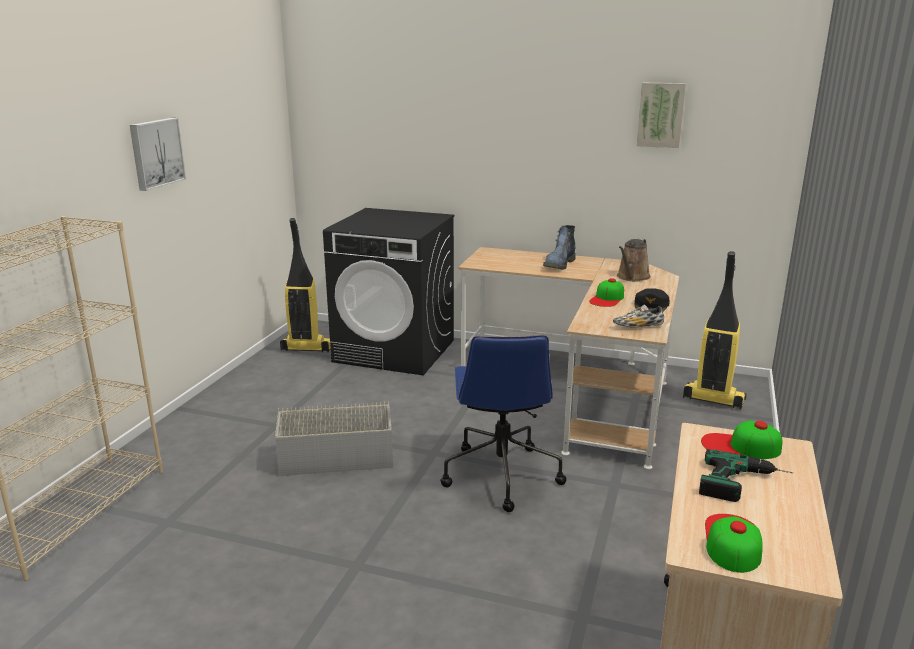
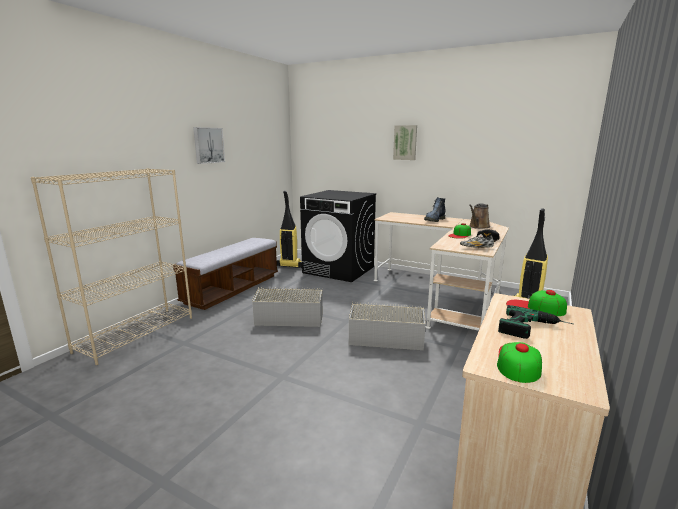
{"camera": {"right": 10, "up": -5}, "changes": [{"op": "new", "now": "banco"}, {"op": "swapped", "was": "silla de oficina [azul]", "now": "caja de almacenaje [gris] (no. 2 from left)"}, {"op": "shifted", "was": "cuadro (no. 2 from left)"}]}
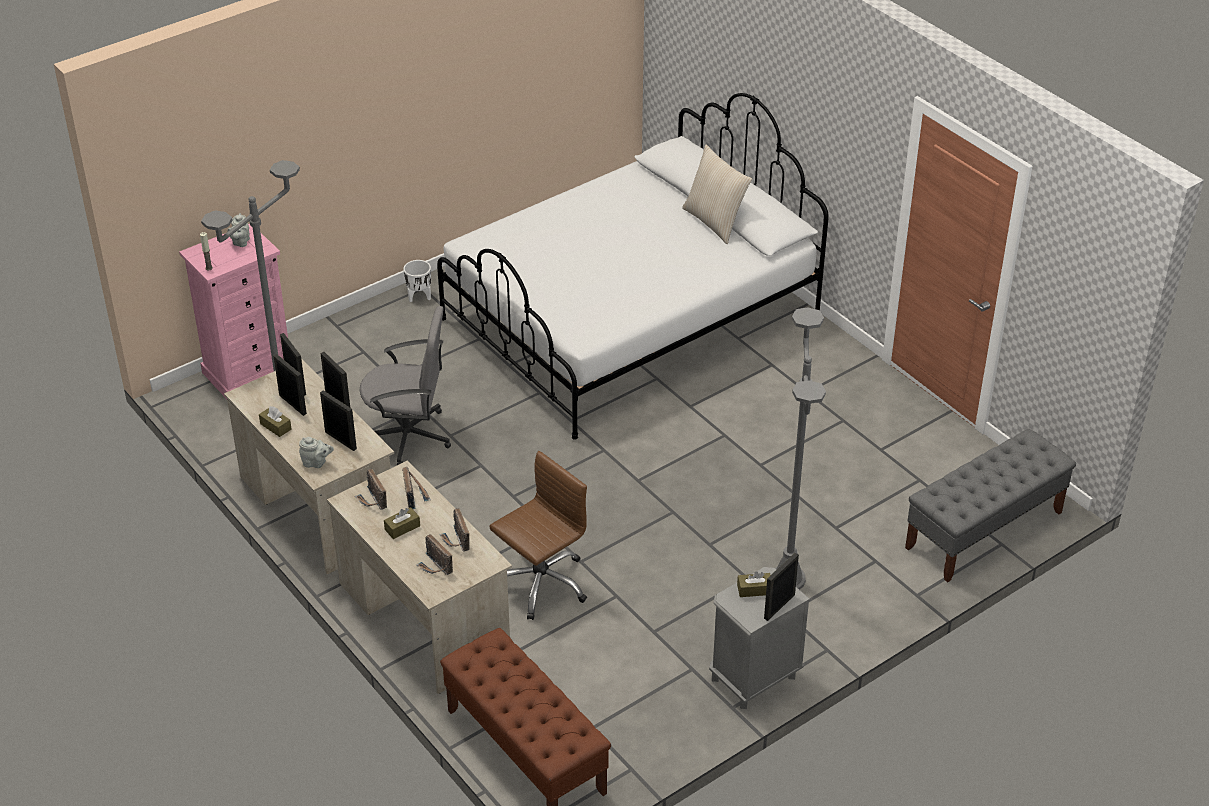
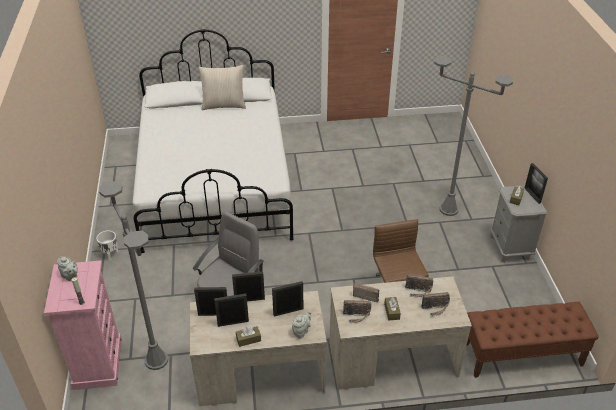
{"camera": {"right": -60, "up": 0}, "changes": [{"op": "gone", "was": "banco [gris]"}]}
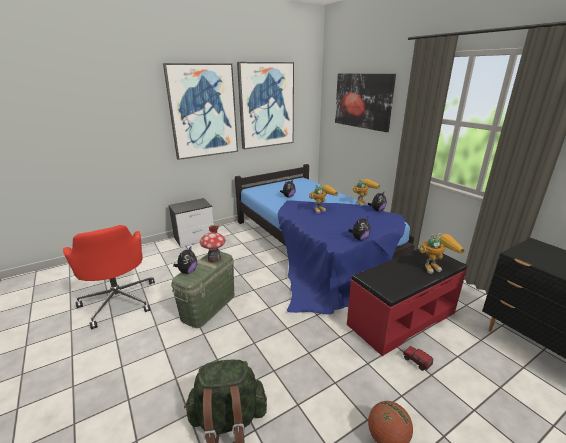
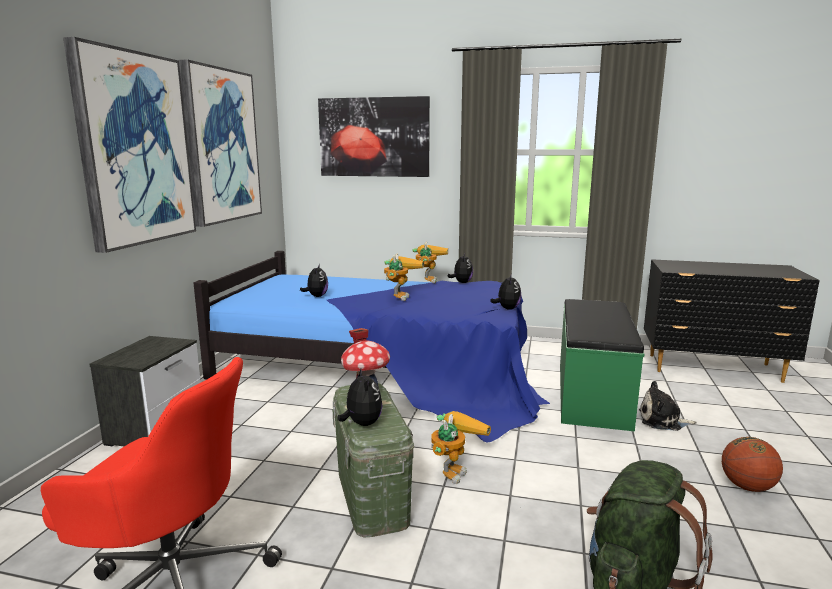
{"camera": {"right": -45, "up": -10}, "changes": [{"op": "shifted", "was": "robot de juguete (no. 3 from left)"}, {"op": "repainted", "was": "banco [rojo]", "now": "banco [verde]"}, {"op": "swapped", "was": "camión de juguete", "now": "peluche (no. 5 from left)"}]}
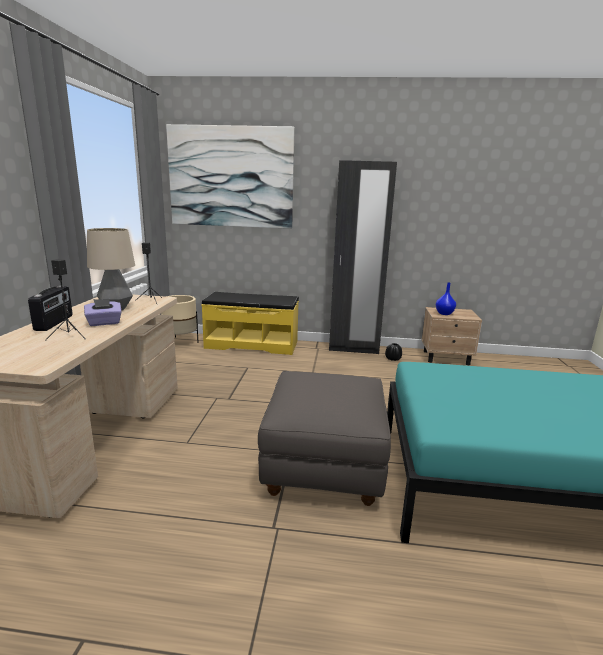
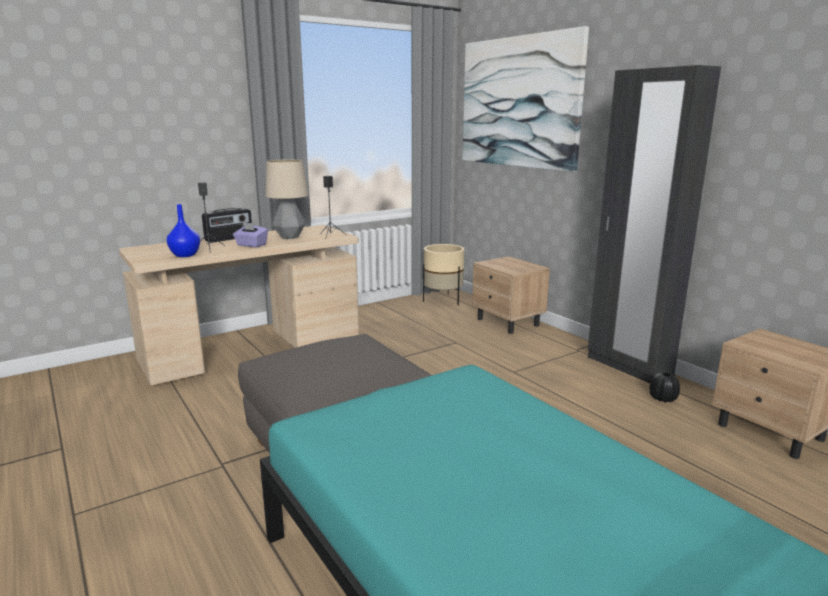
{"camera": {"right": 50, "up": 0}, "changes": [{"op": "shifted", "was": "florero [azul]"}, {"op": "swapped", "was": "banco [amarillo]", "now": "mesita de noche [beis] (no. 1 from left)"}]}
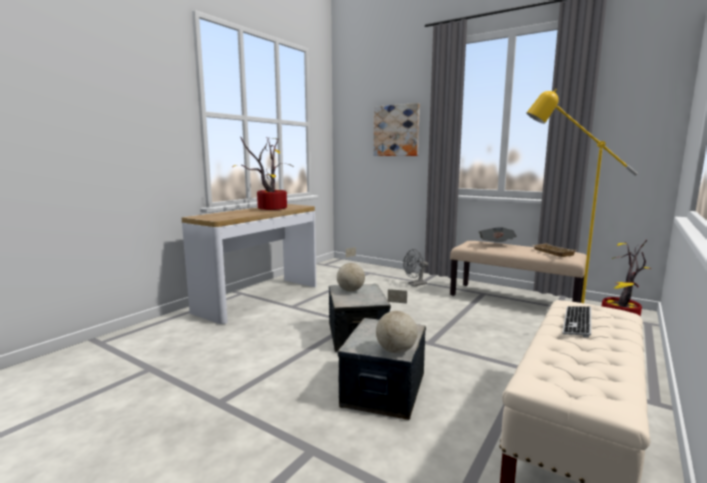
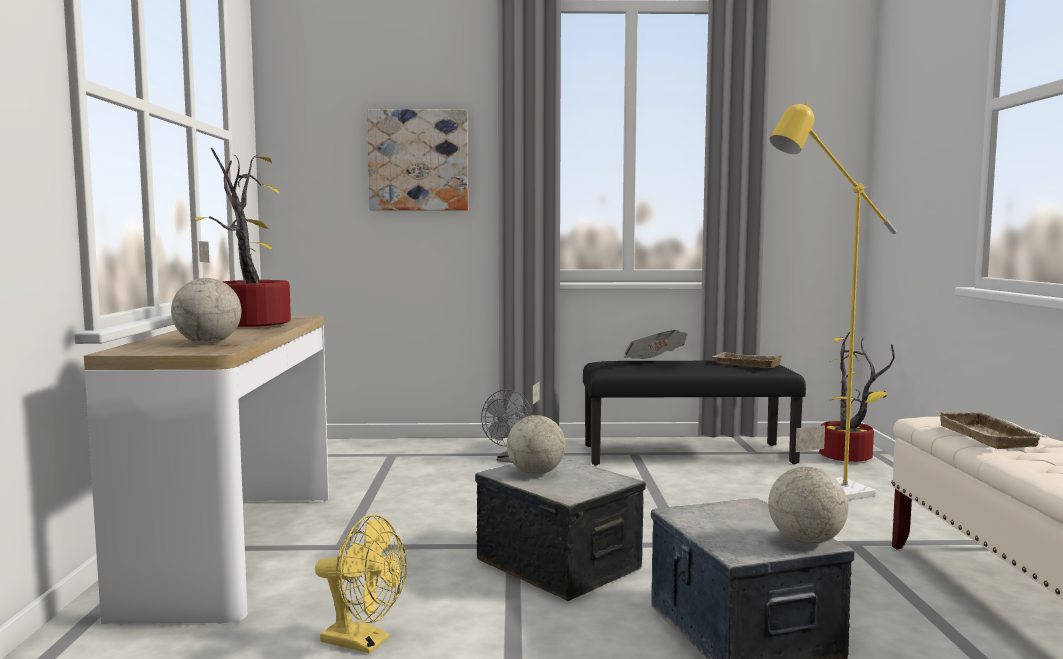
{"camera": {"right": -35, "up": -5}, "changes": [{"op": "new", "now": "globo terráqueo (no. 1 from left)"}, {"op": "new", "now": "ventilador [amarillo]"}, {"op": "repainted", "was": "banco [beis] (no. 1 from left)", "now": "banco [negro]"}, {"op": "swapped", "was": "teclado", "now": "bandeja [beis] (no. 2 from left)"}]}
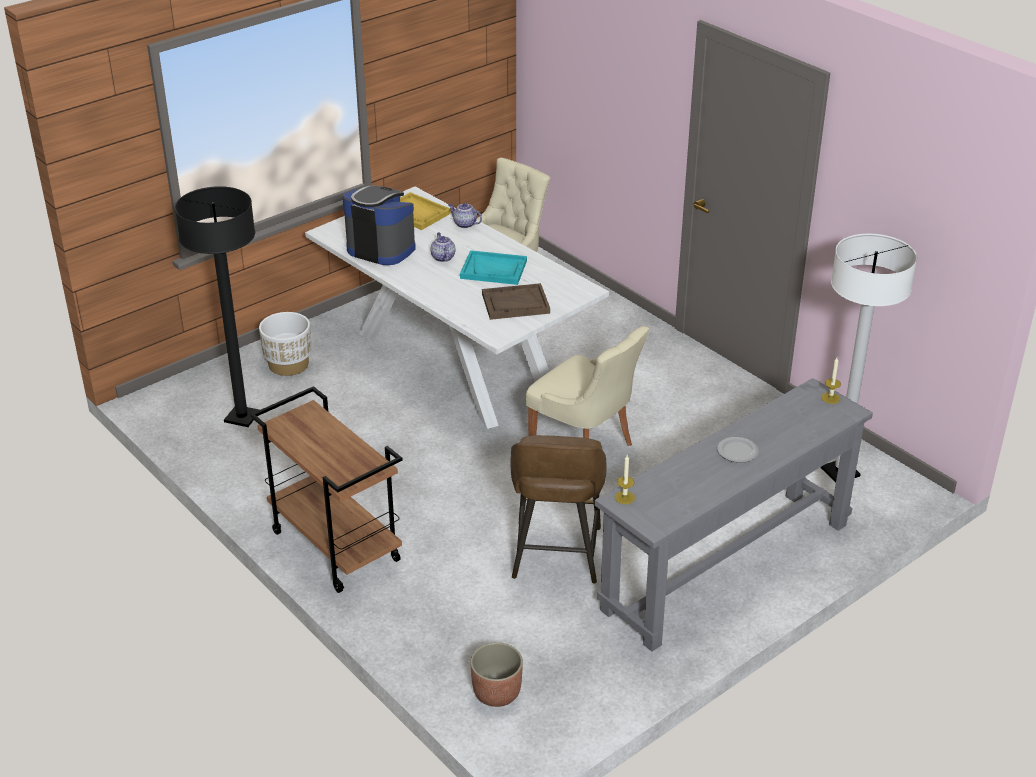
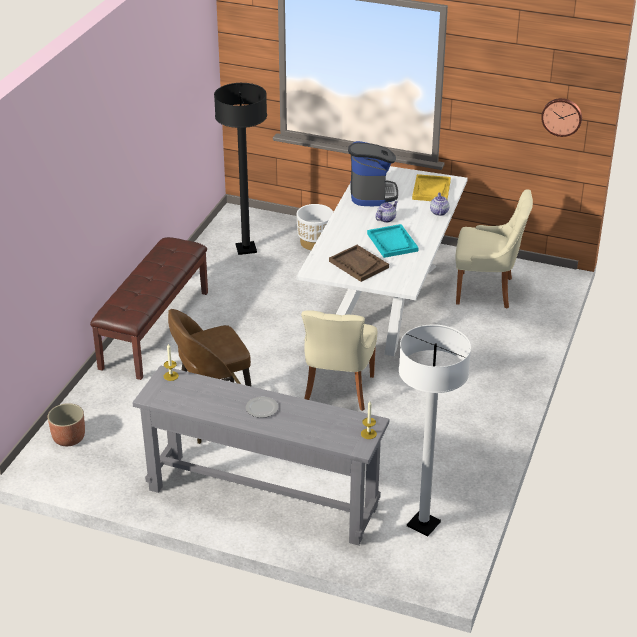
{"camera": {"right": 60, "up": 0}, "changes": [{"op": "swapped", "was": "carrito [marrón]", "now": "banco [marrón]"}, {"op": "new", "now": "reloj de pared"}]}
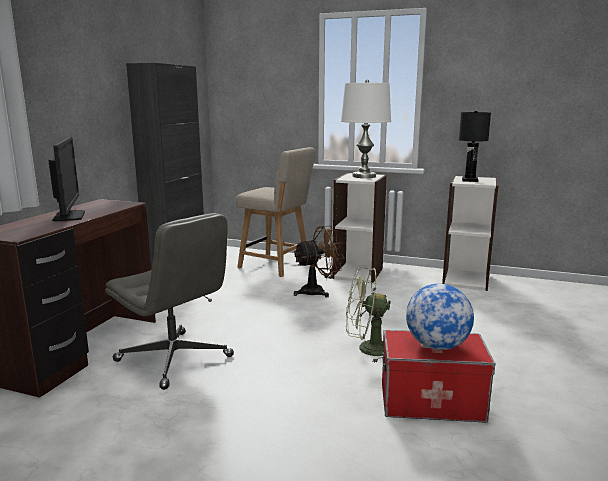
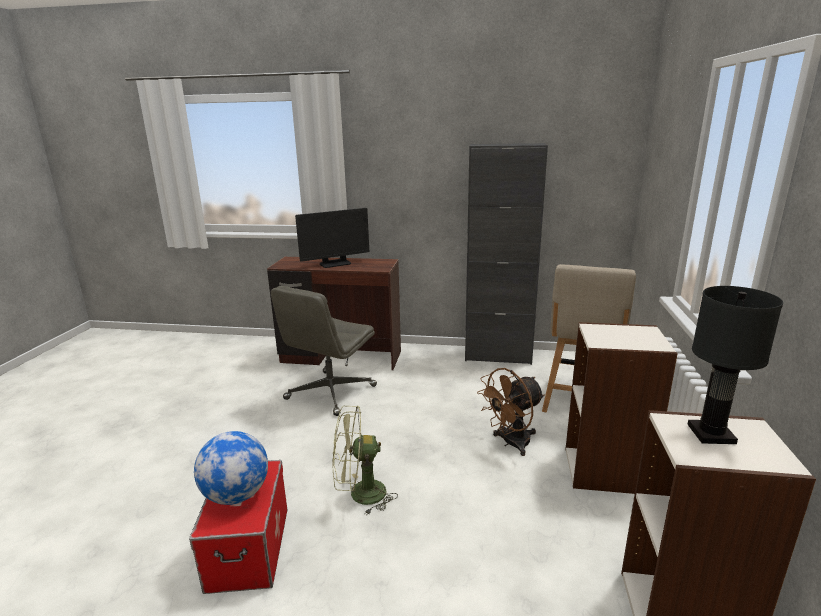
{"camera": {"right": 80, "up": 5}, "changes": [{"op": "rotated", "was": "ventilador [verde]", "clockwise": -90}, {"op": "rotated", "was": "ventilador [marrón]", "clockwise": 90}, {"op": "gone", "was": "lámpara de mesa [blanco]"}]}
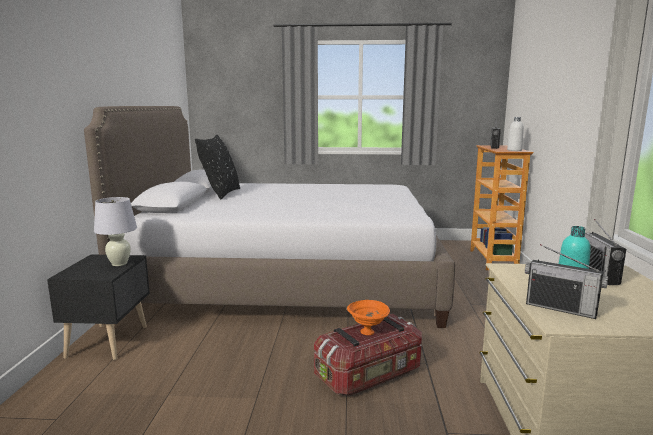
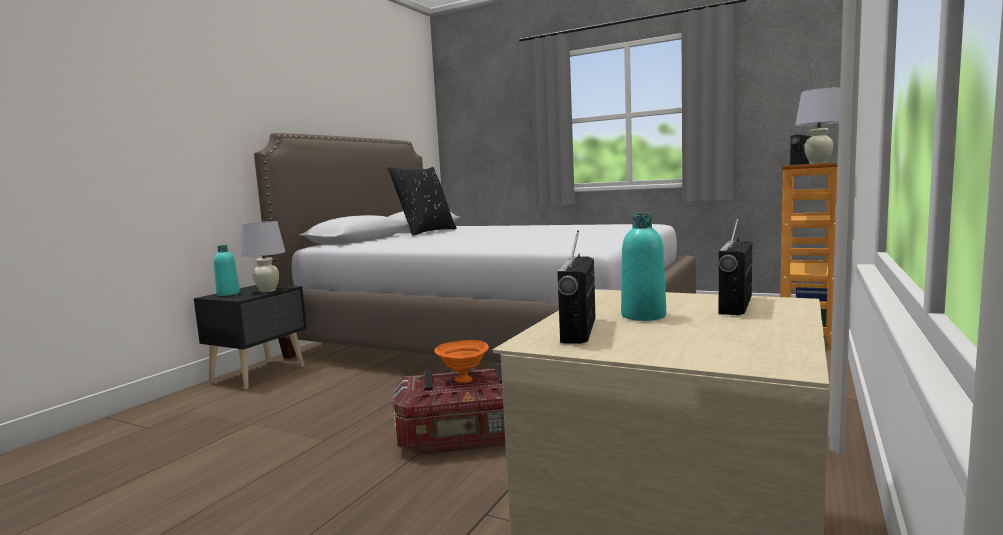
{"camera": {"right": 25, "up": -5}, "changes": [{"op": "new", "now": "botella [turquesa] (no. 1 from left)"}, {"op": "rotated", "was": "radio (no. 2 from left in the first image)", "clockwise": 45}, {"op": "swapped", "was": "botella [blanco]", "now": "lámpara de mesa [blanco] (no. 2 from left)"}]}
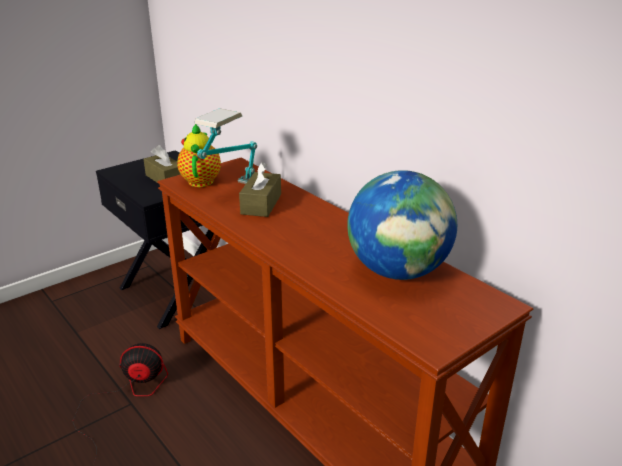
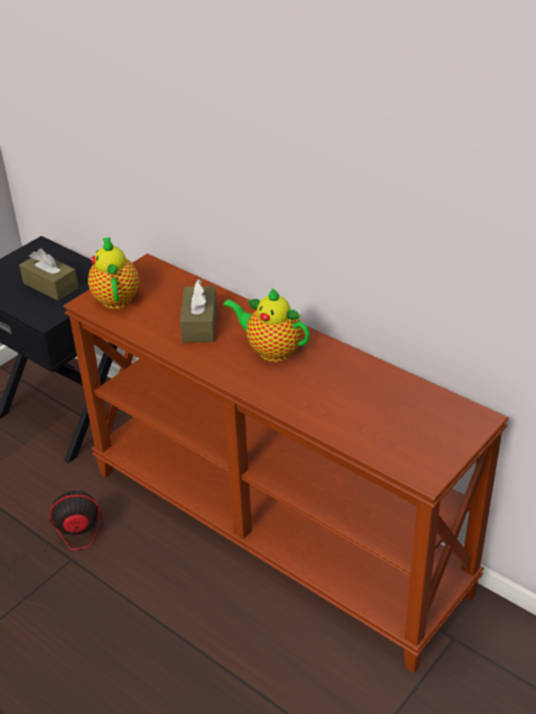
{"camera": {"right": -10, "up": 10}, "changes": [{"op": "new", "now": "tetera (no. 2 from left)"}, {"op": "gone", "was": "lámpara de mesa"}, {"op": "gone", "was": "globo terráqueo"}]}
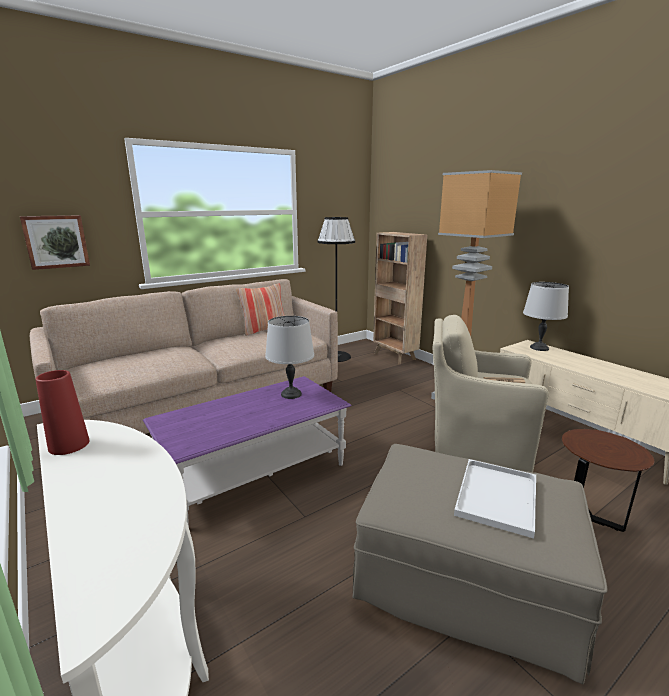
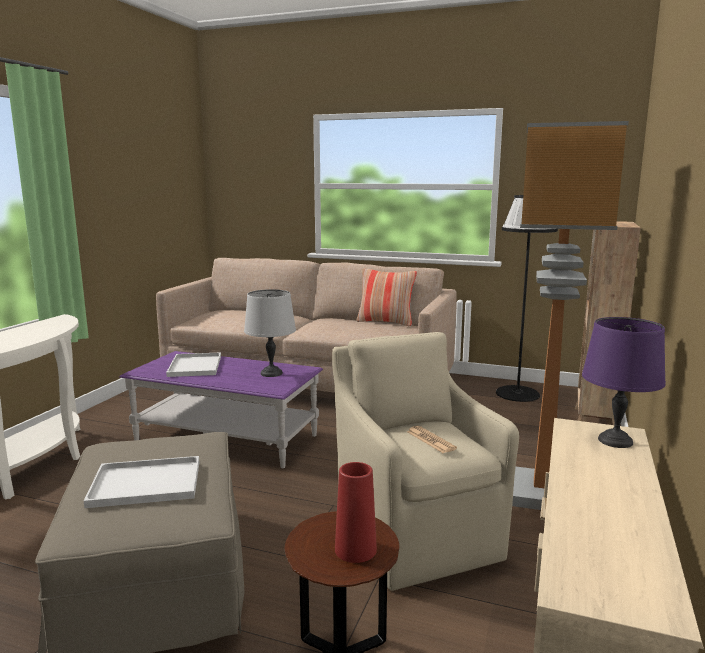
{"camera": {"right": 55, "up": -5}, "changes": [{"op": "new", "now": "bandeja [blanco] (no. 2 from left)"}, {"op": "shifted", "was": "florero [rojo]"}, {"op": "repainted", "was": "lámpara de mesa [gris] (no. 2 from left)", "now": "lámpara de mesa [morado]"}, {"op": "gone", "was": "cuadro"}]}
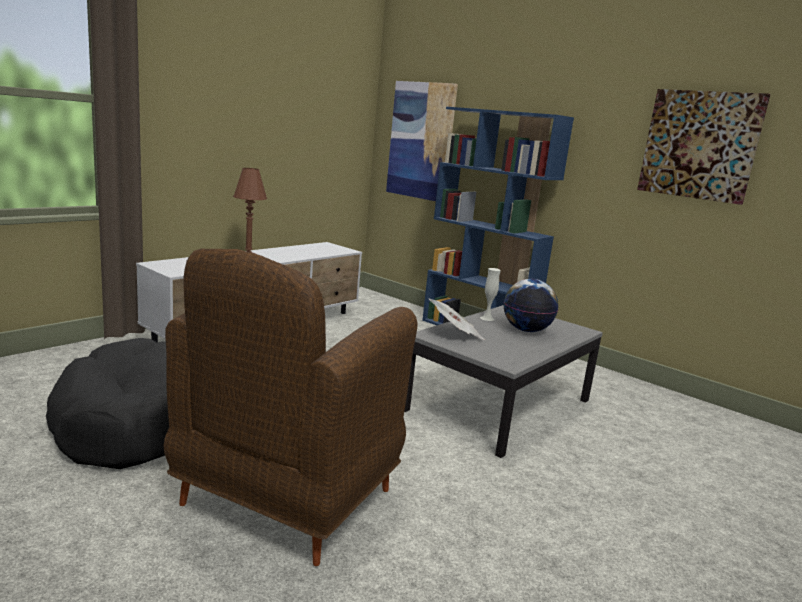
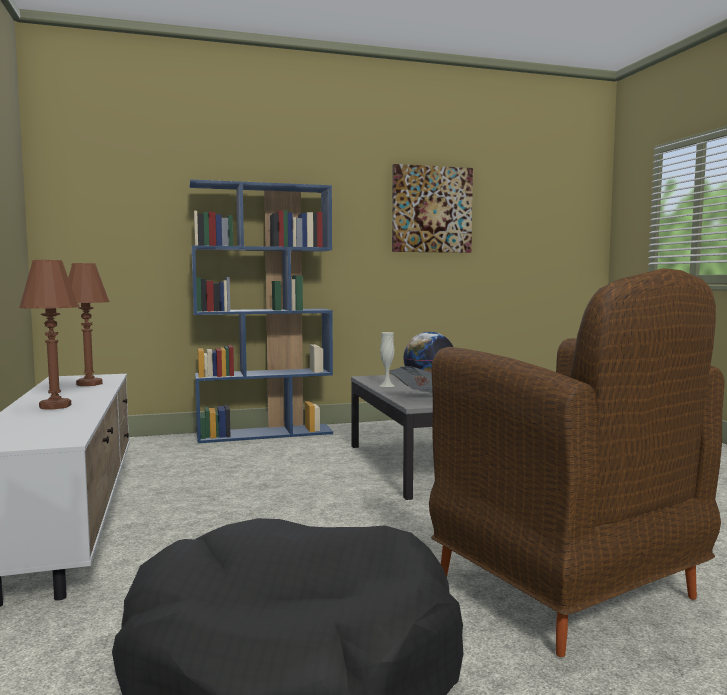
{"camera": {"right": -55, "up": -10}, "changes": [{"op": "new", "now": "lámpara de mesa [marrón] (no. 2 from left)"}, {"op": "gone", "was": "cuadro (no. 1 from left)"}]}
